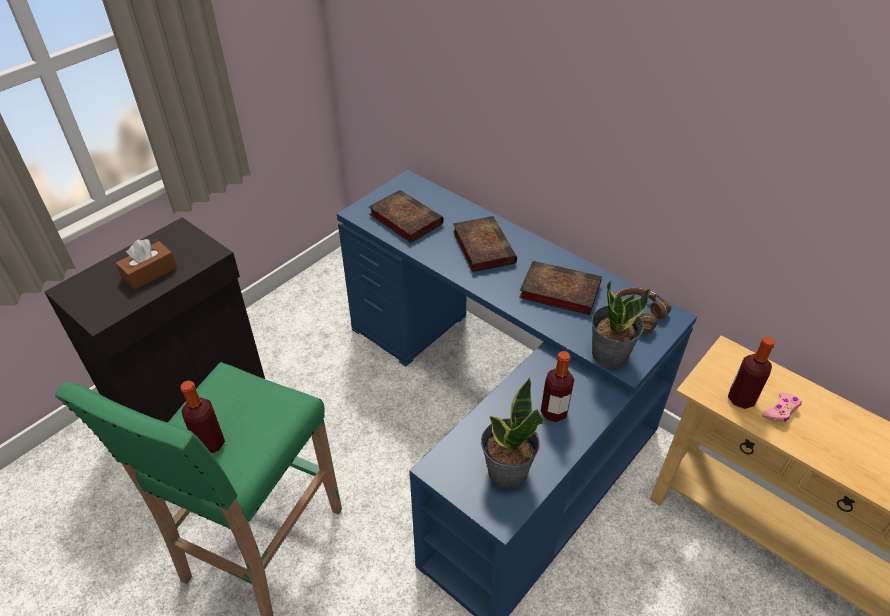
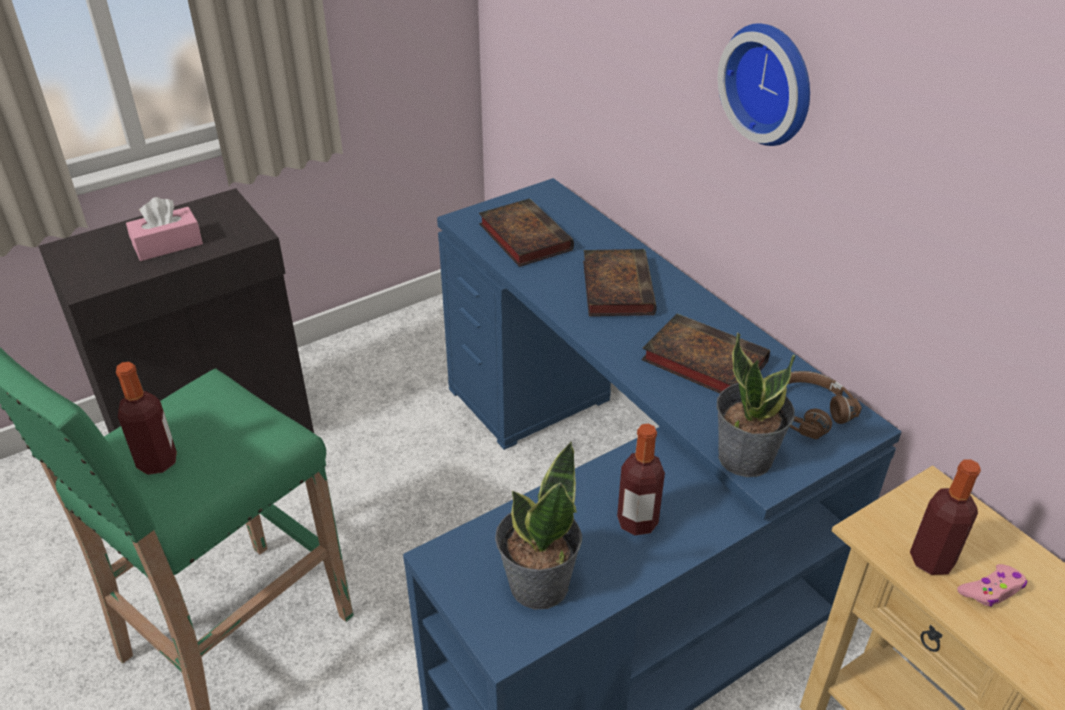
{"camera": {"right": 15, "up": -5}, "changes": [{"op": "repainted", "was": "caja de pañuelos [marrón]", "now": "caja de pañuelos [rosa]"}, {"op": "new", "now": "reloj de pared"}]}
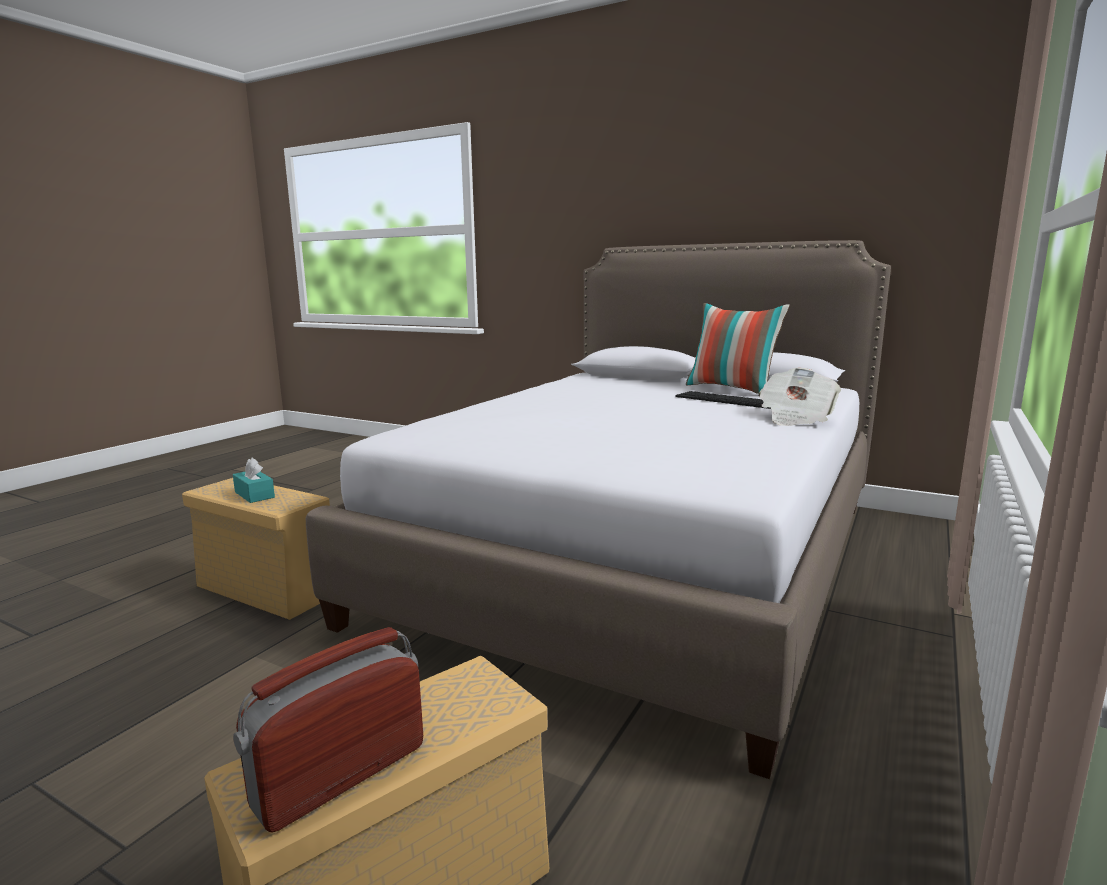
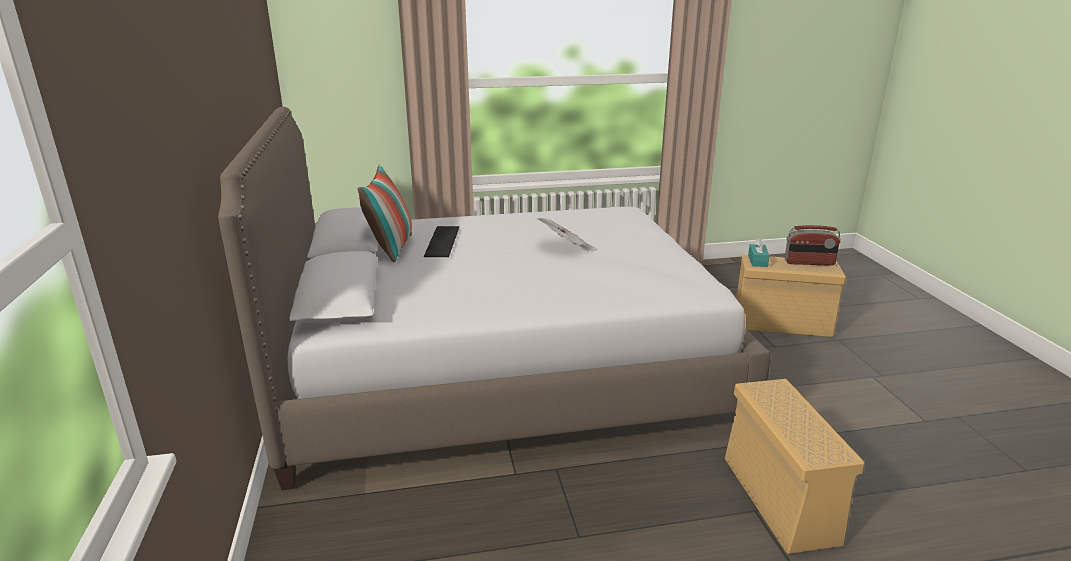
{"camera": {"right": -130, "up": 10}, "changes": [{"op": "shifted", "was": "periódico"}, {"op": "shifted", "was": "caja de pañuelos [turquesa]"}]}
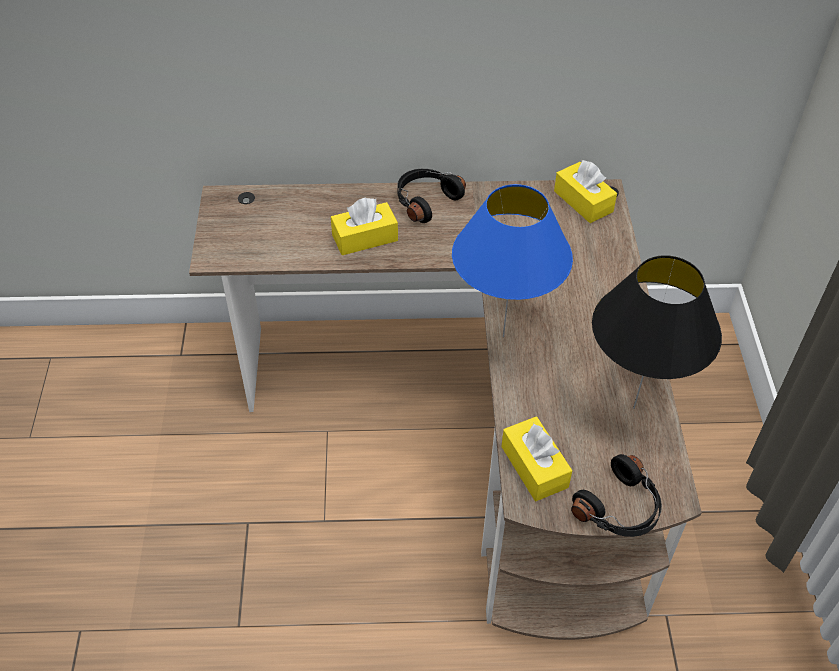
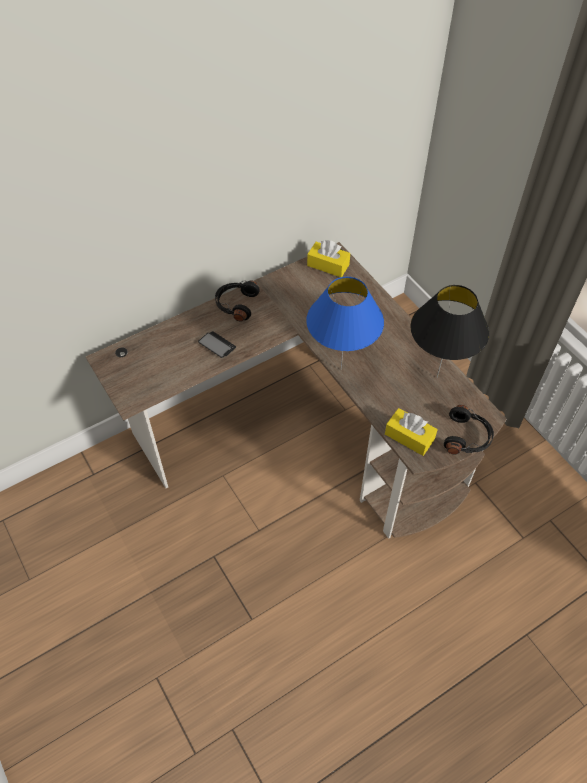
{"camera": {"right": -30, "up": 5}, "changes": [{"op": "swapped", "was": "caja de pañuelos [amarillo] (no. 1 from left)", "now": "móvil"}]}
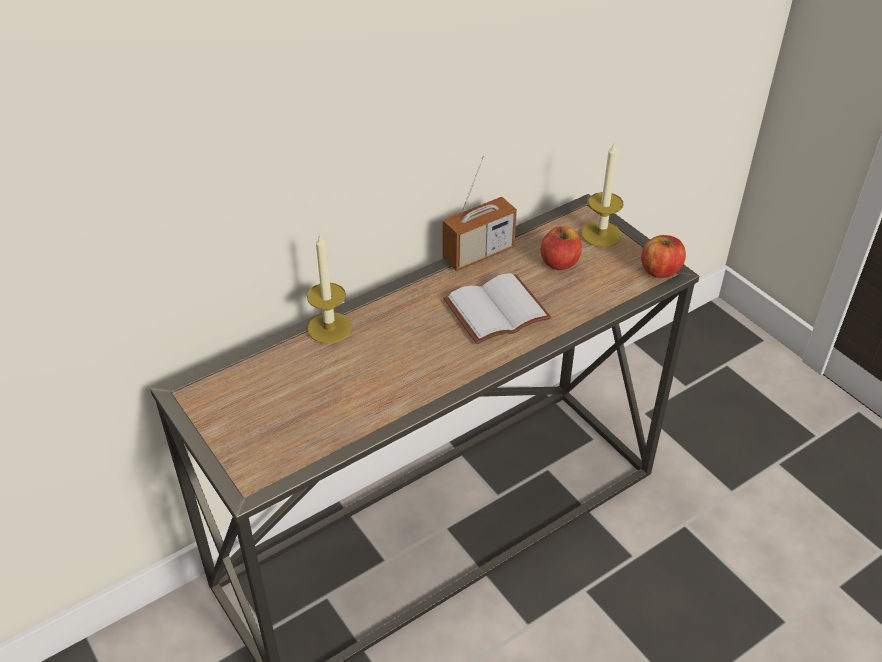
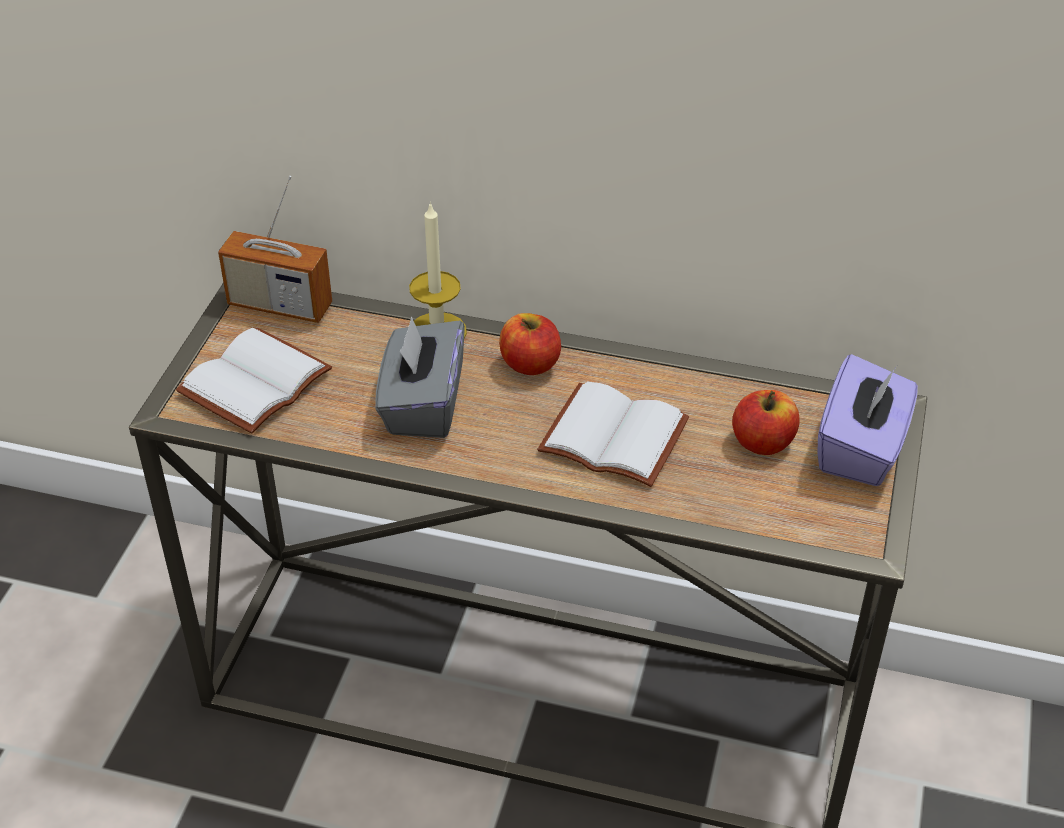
{"camera": {"right": 50, "up": 0}, "changes": [{"op": "new", "now": "libro [blanco] (no. 1 from left)"}, {"op": "shifted", "was": "radio"}, {"op": "new", "now": "caja de pañuelos [gris]"}, {"op": "shifted", "was": "manzana (no. 2 from left in the first image)", "now": "manzana (no. 1 from left)"}, {"op": "swapped", "was": "vela (no. 2 from left)", "now": "caja de pañuelos [morado]"}]}
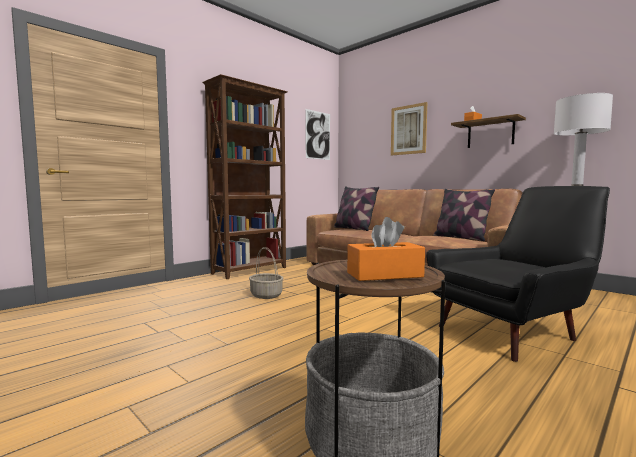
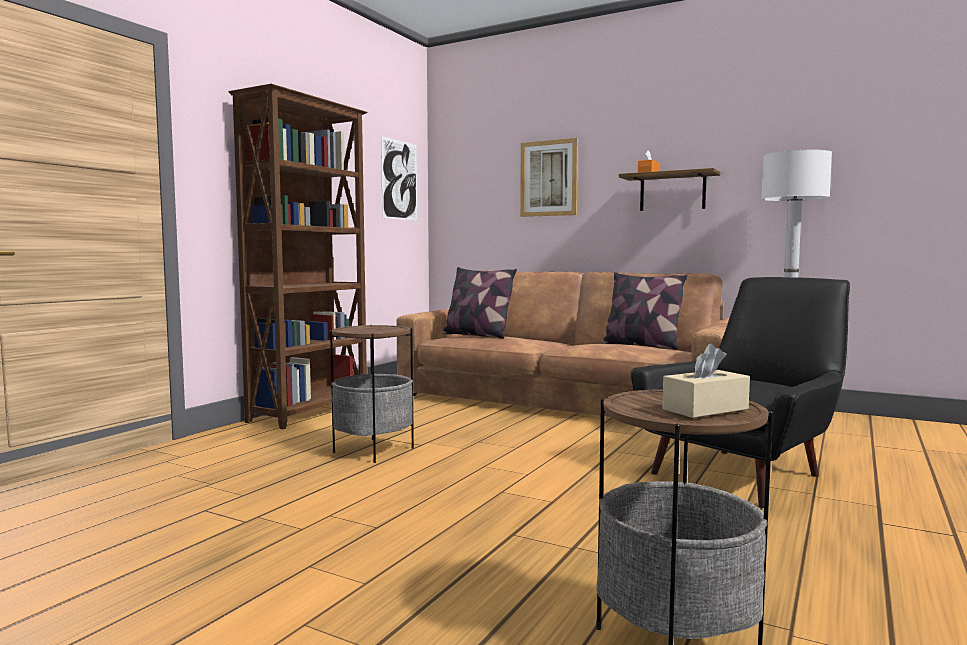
{"camera": {"right": -15, "up": 0}, "changes": [{"op": "swapped", "was": "cesta", "now": "mesa auxiliar (no. 1 from left)"}, {"op": "repainted", "was": "caja de pañuelos [naranja] (no. 1 from left)", "now": "caja de pañuelos [beis]"}]}
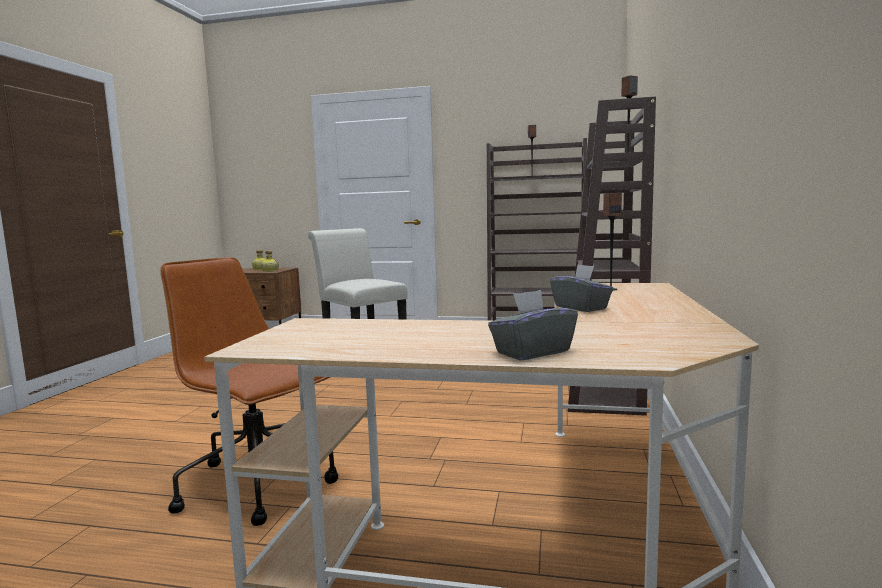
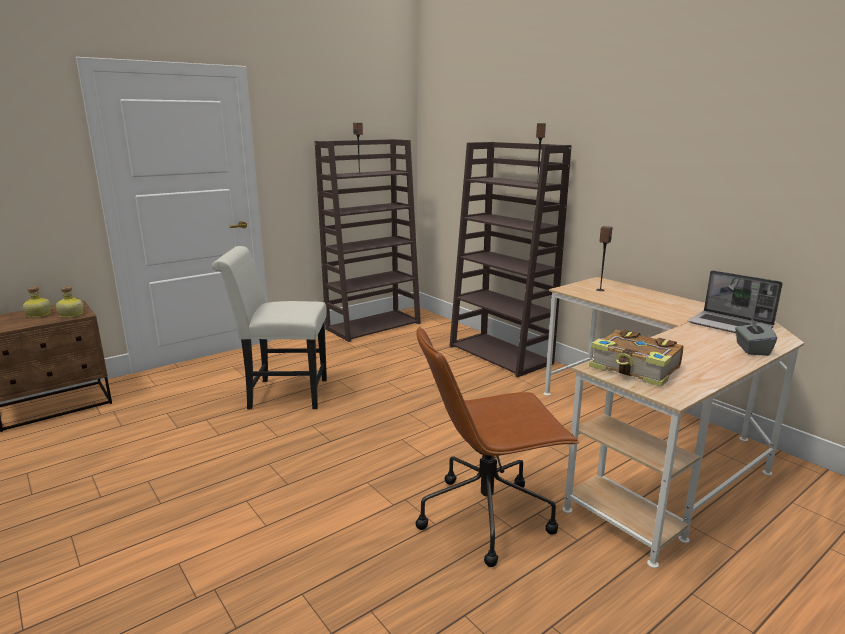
{"camera": {"right": -50, "up": 10}, "changes": [{"op": "new", "now": "libro"}, {"op": "new", "now": "portátil"}, {"op": "gone", "was": "caja de pañuelos [gris] (no. 2 from left)"}]}
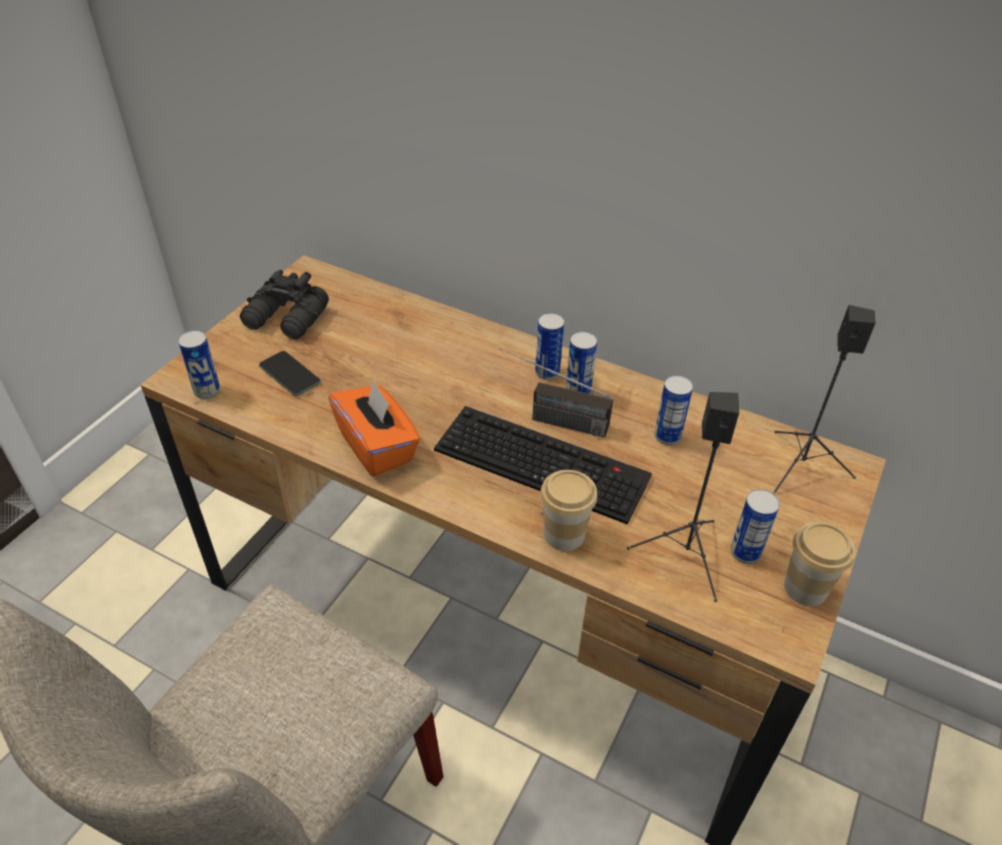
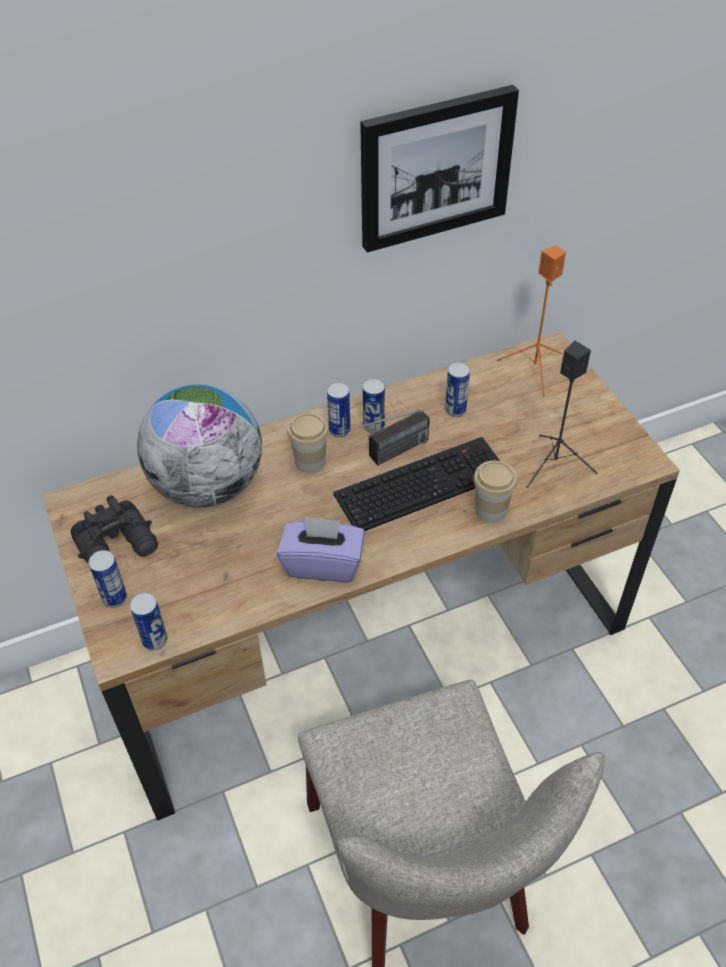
{"camera": {"right": -50, "up": 5}, "changes": [{"op": "shifted", "was": "lata (no. 5 from left in the first image)", "now": "lata (no. 1 from left)"}, {"op": "new", "now": "globo terráqueo"}, {"op": "repainted", "was": "caja de pañuelos [naranja]", "now": "caja de pañuelos [morado]"}, {"op": "shifted", "was": "taza (no. 2 from left in the first image)", "now": "taza (no. 1 from left)"}, {"op": "new", "now": "cuadro"}, {"op": "repainted", "was": "altavoz [negro] (no. 2 from left)", "now": "altavoz [naranja]"}, {"op": "gone", "was": "móvil"}]}
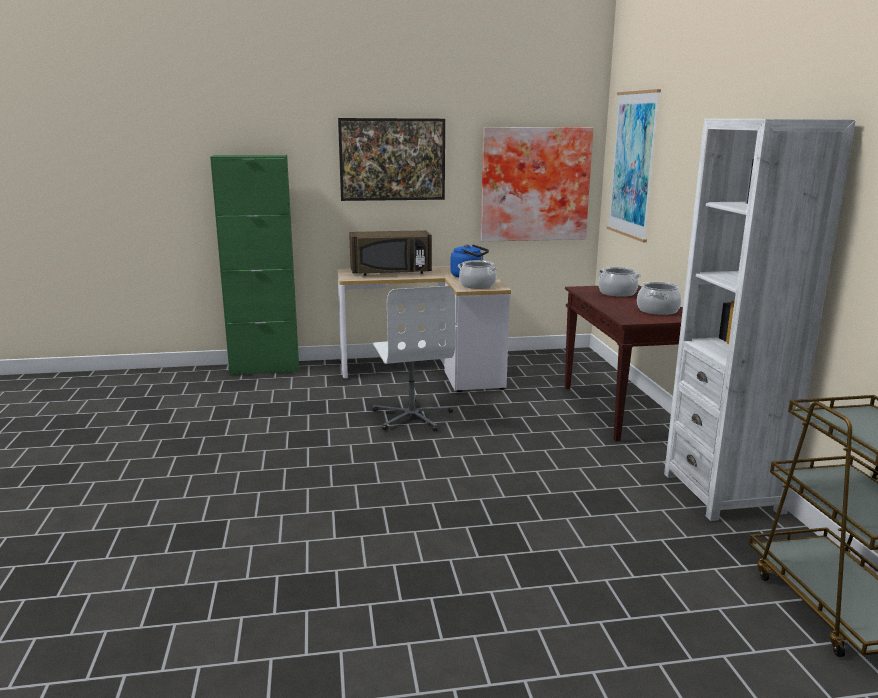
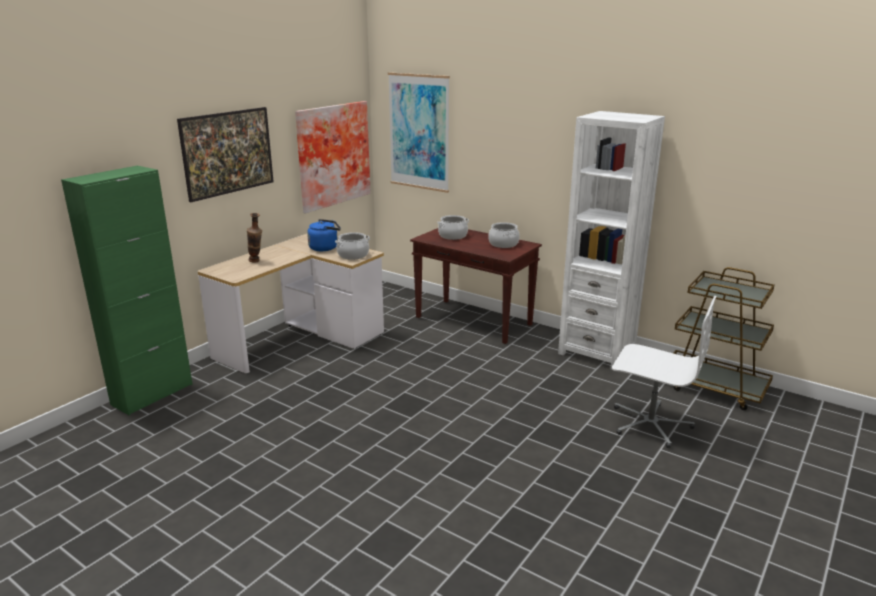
{"camera": {"right": -45, "up": 5}, "changes": [{"op": "swapped", "was": "microondas [marrón]", "now": "florero"}, {"op": "shifted", "was": "silla de oficina [blanco]"}]}
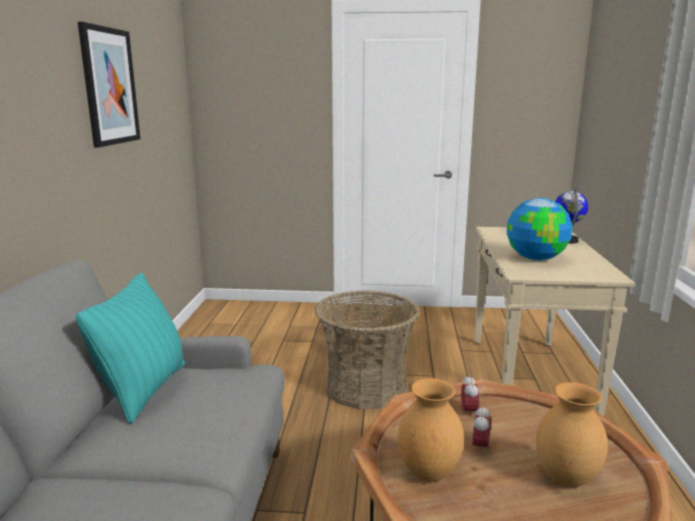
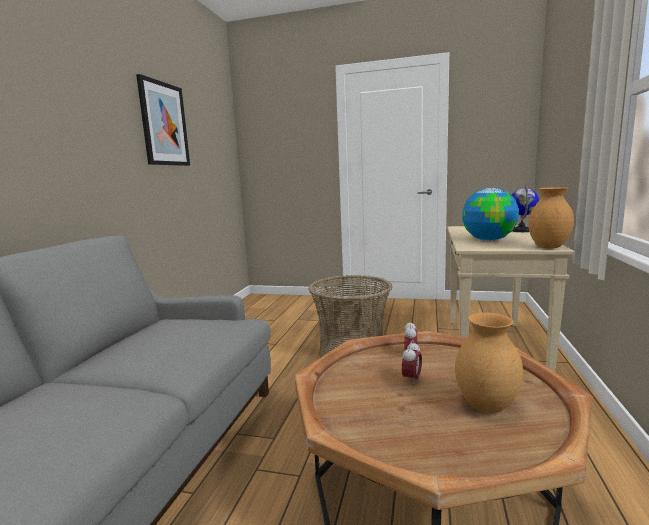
{"camera": {"right": 10, "up": -5}, "changes": [{"op": "shifted", "was": "florero [marrón] (no. 1 from left in the first image)", "now": "florero [marrón] (no. 2 from left)"}, {"op": "gone", "was": "cojín [turquesa]"}]}
